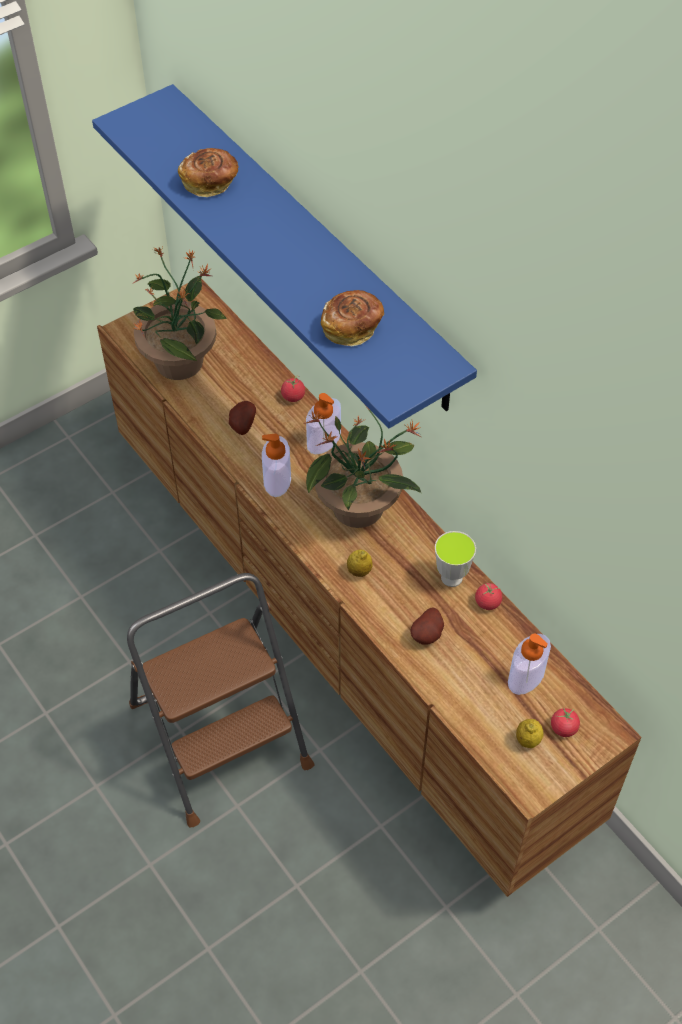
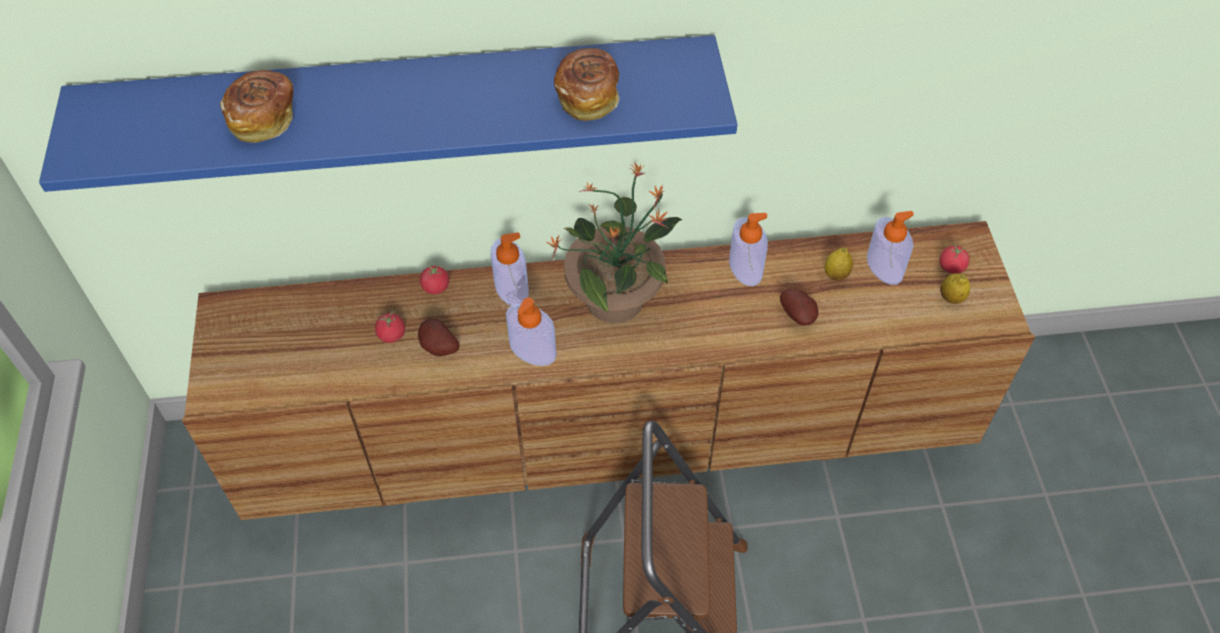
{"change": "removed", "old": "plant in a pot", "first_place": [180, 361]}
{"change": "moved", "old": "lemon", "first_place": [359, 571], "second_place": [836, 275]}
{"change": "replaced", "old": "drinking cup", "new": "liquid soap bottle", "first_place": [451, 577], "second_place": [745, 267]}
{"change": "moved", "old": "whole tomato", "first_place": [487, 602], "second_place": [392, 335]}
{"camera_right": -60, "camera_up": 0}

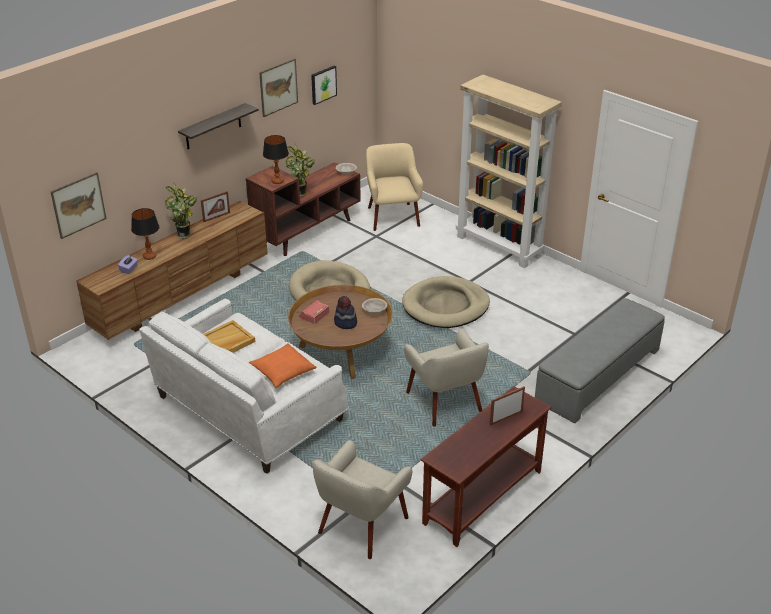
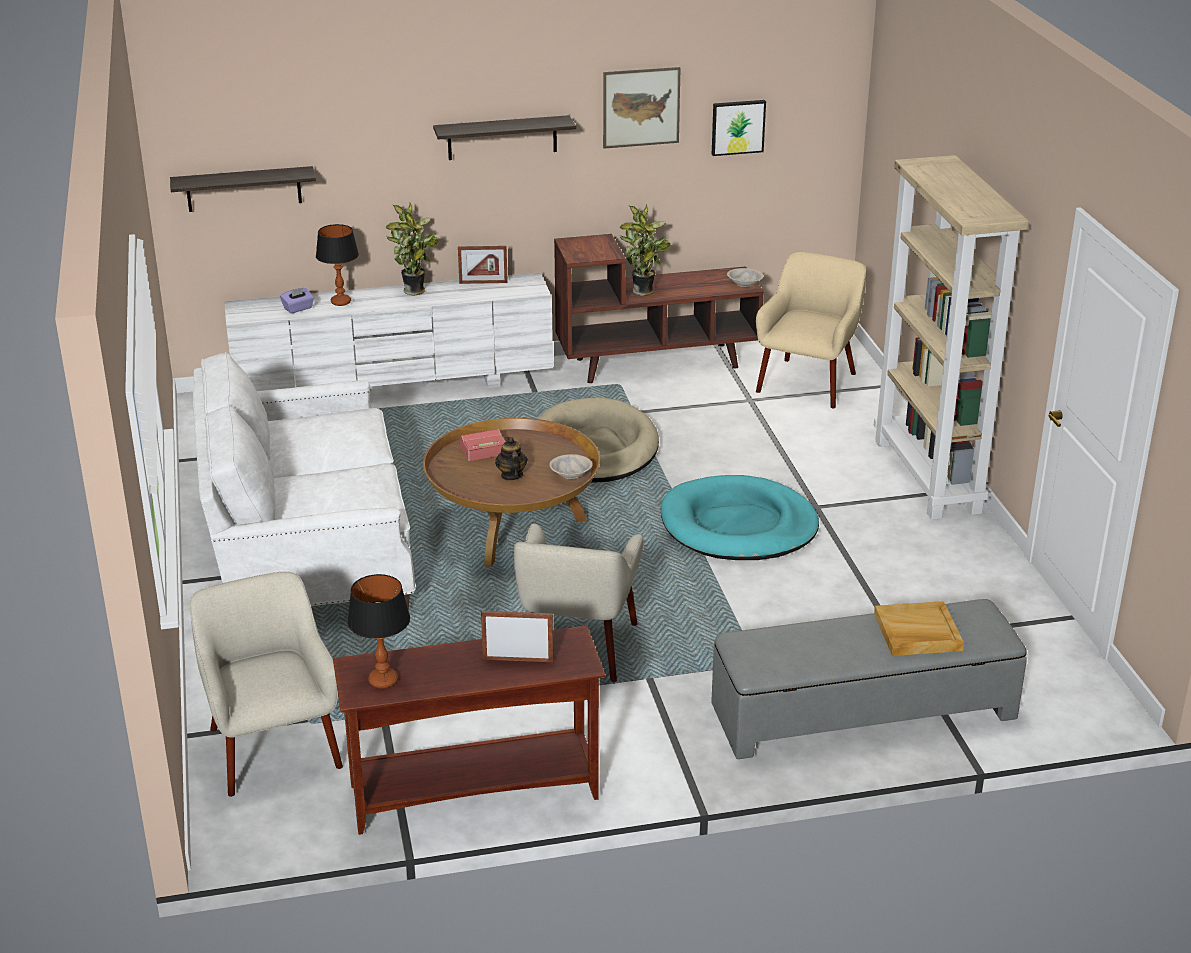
{"change": "replaced", "old": "picture", "new": "wall shelf", "first_place": [78, 205], "second_place": [243, 189]}
{"change": "recoloured", "old": "cupboard (brownish)", "new": "cupboard (white-coloured)", "first_place": [181, 297], "second_place": [394, 387]}
{"change": "moved", "old": "carrying tray (beige-coloured)", "first_place": [228, 340], "second_place": [917, 632]}
{"change": "removed", "old": "throw pillow (orange-coloured)", "first_place": [282, 371]}
{"change": "moved", "old": "tabletop lamp", "first_place": [277, 181], "second_place": [383, 680]}
{"change": "turned", "old": "easy chair (beige-coloured)", "first_place": [361, 525], "second_place": [273, 746], "degrees": 90}
{"change": "replaced", "old": "clothing hat", "new": "teapot", "first_place": [345, 323], "second_place": [511, 475]}
{"change": "recoloured", "old": "dog bed (beige-coloured)", "new": "dog bed (turquoise-coloured)", "first_place": [445, 306], "second_place": [738, 526]}
{"camera_right": 35, "camera_up": -5}

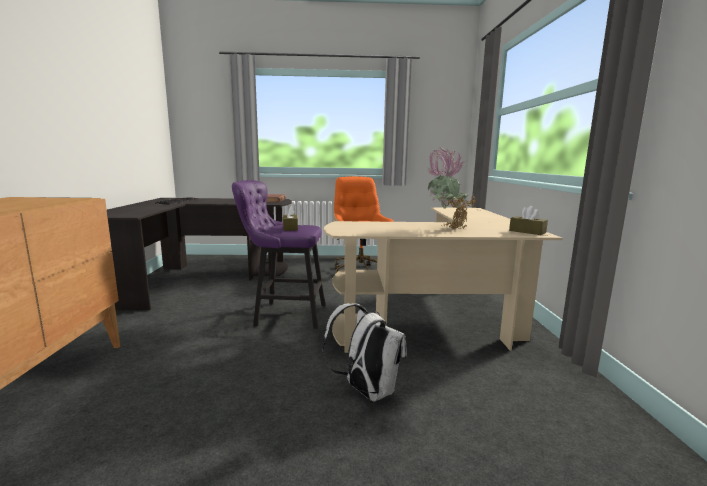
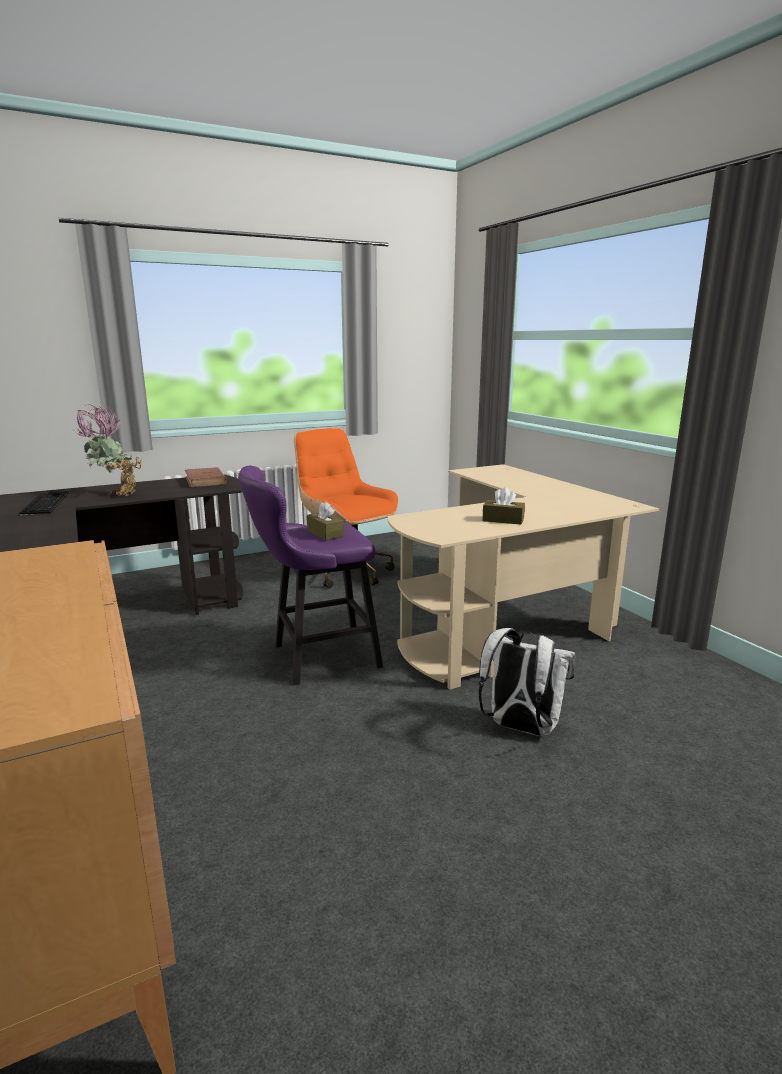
{"change": "moved", "old": "plant in a pot", "first_place": [446, 228], "second_place": [114, 495]}
{"change": "moved", "old": "tissue box (brownish)", "first_place": [527, 231], "second_place": [503, 520]}
{"camera_right": -25, "camera_up": 5}

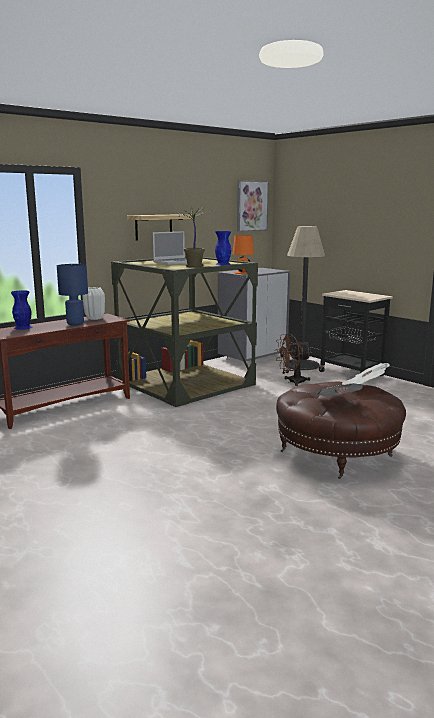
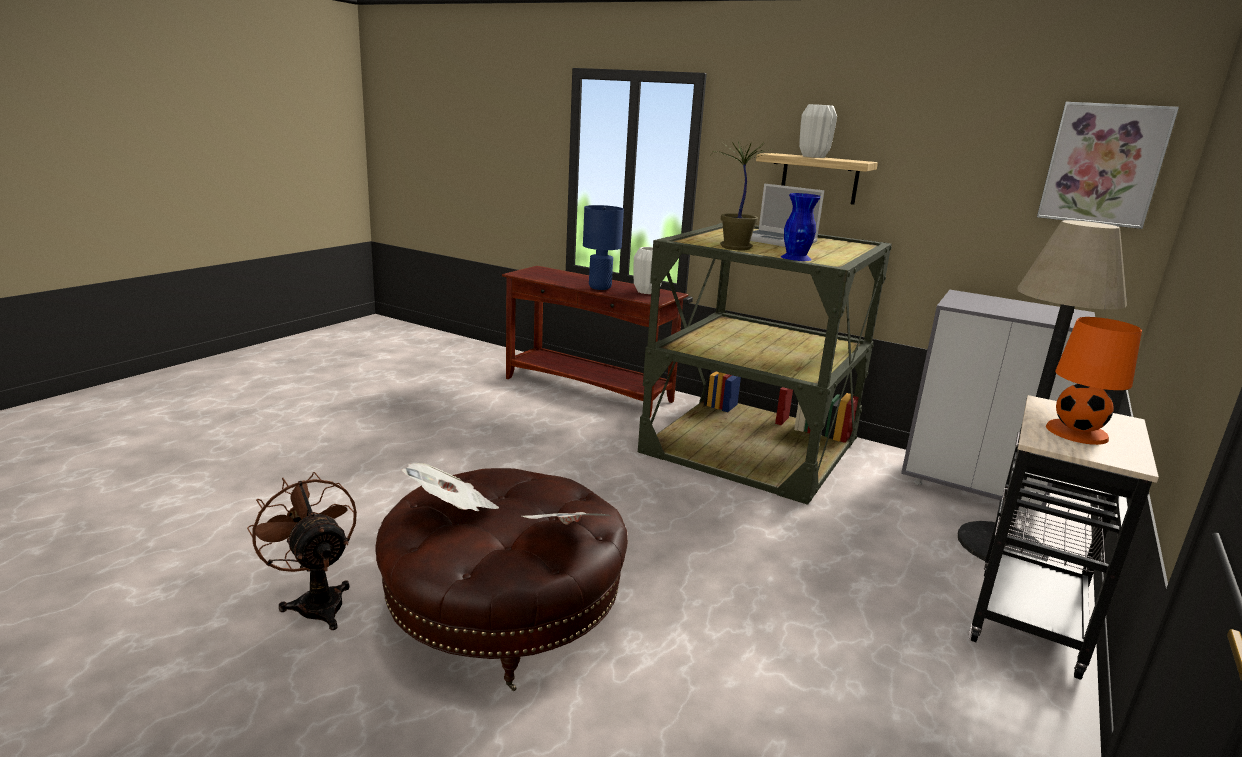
{"change": "removed", "old": "decorative vase (blue-coloured)", "first_place": [23, 327]}
{"change": "moved", "old": "tabletop lamp (orange-coloured)", "first_place": [242, 273], "second_place": [1076, 432]}
{"change": "moved", "old": "cooling fan (brownish)", "first_place": [292, 382], "second_place": [316, 601]}
{"change": "added", "new": "decorative vase (white-coloured)", "second_place": [813, 157]}
{"camera_right": 70, "camera_up": 5}

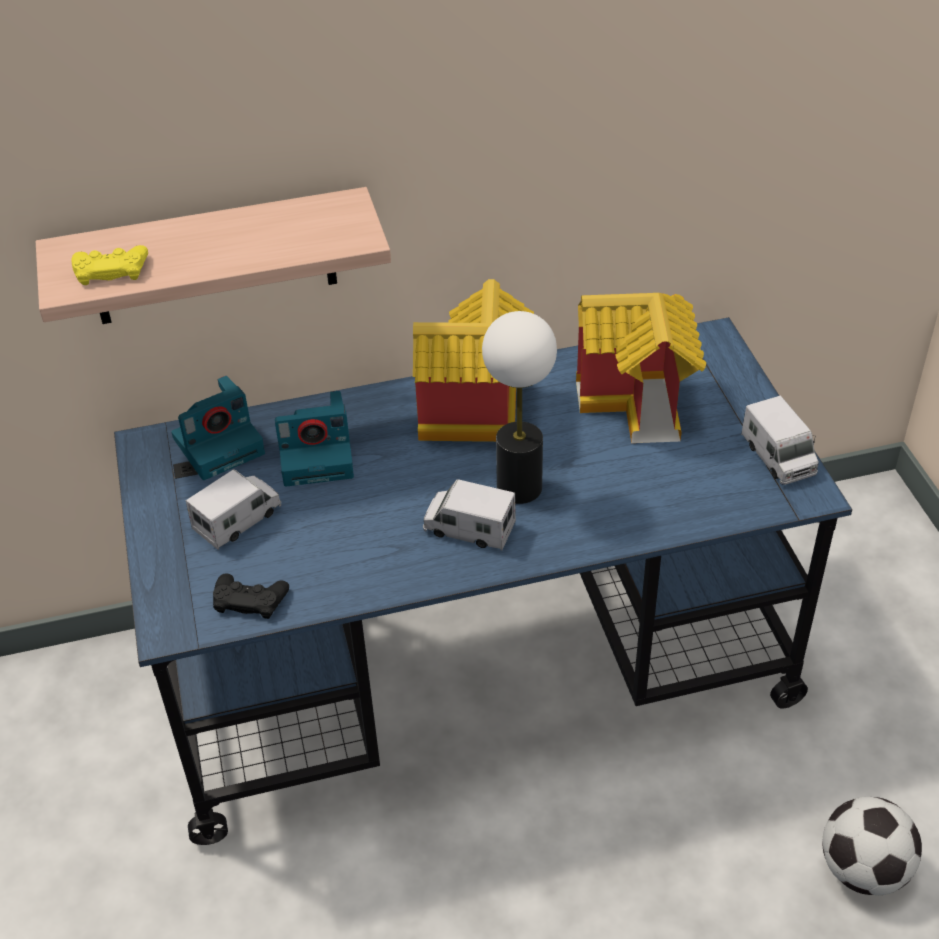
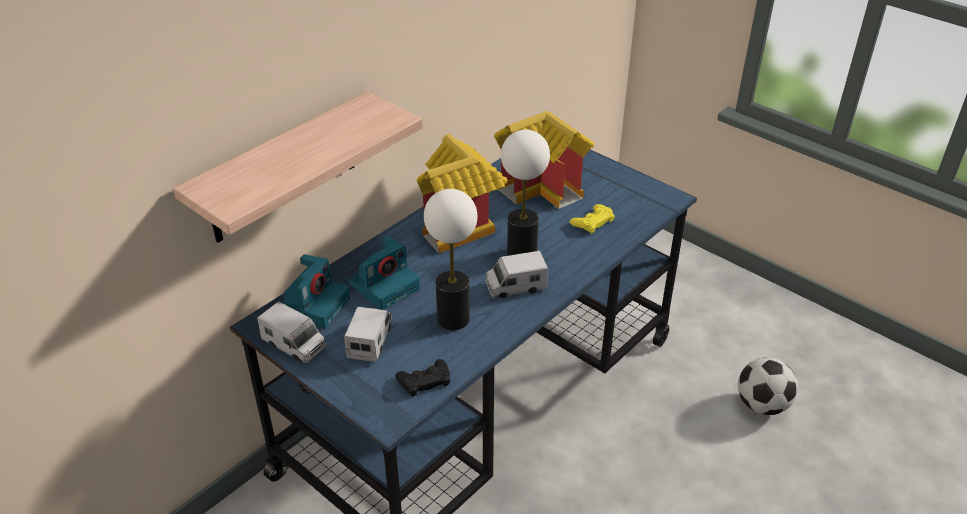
{"change": "moved", "old": "game controller (yellow-coloured)", "first_place": [111, 270], "second_place": [592, 222]}
{"change": "moved", "old": "toy lorry", "first_place": [778, 457], "second_place": [294, 345]}
{"change": "added", "new": "tabletop lamp", "second_place": [453, 319]}
{"camera_right": -35, "camera_up": -5}

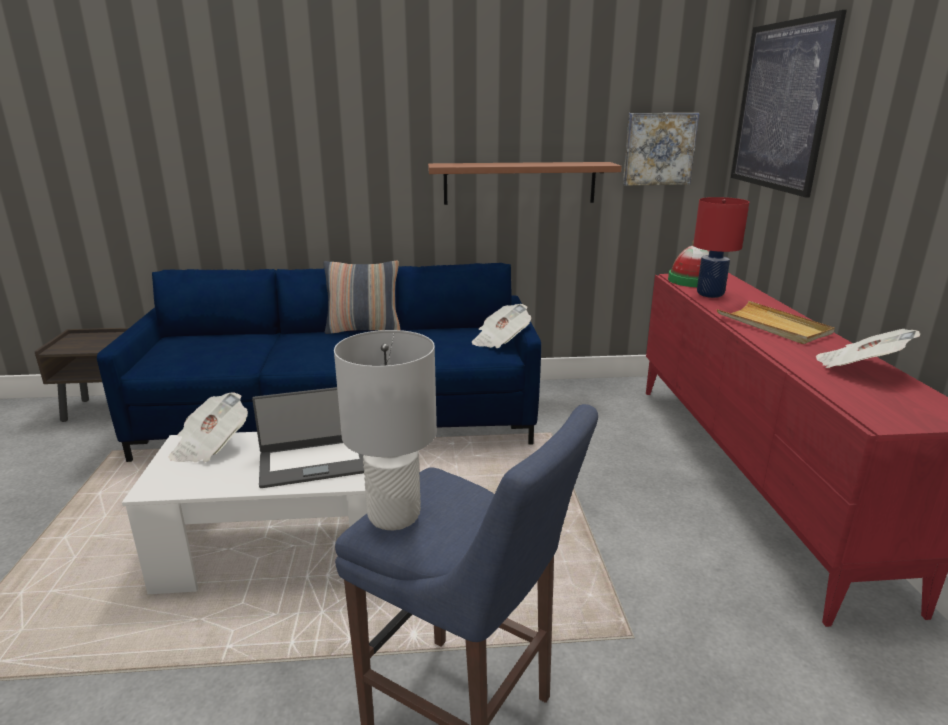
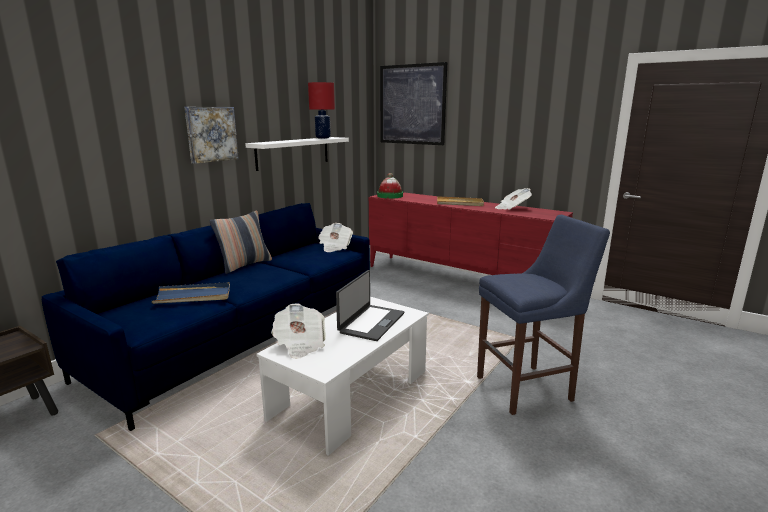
{"change": "removed", "old": "tabletop lamp (grey)", "first_place": [395, 519]}
{"change": "recoloured", "old": "wall shelf (brownish)", "new": "wall shelf (white-coloured)", "first_place": [519, 183], "second_place": [293, 152]}
{"change": "moved", "old": "picture", "first_place": [659, 149], "second_place": [211, 134]}
{"change": "moved", "old": "tabletop lamp (red-coloured)", "first_place": [710, 295], "second_place": [323, 138]}
{"change": "added", "new": "carrying tray (blue-coloured)", "second_place": [193, 296]}
{"camera_right": -50, "camera_up": -5}

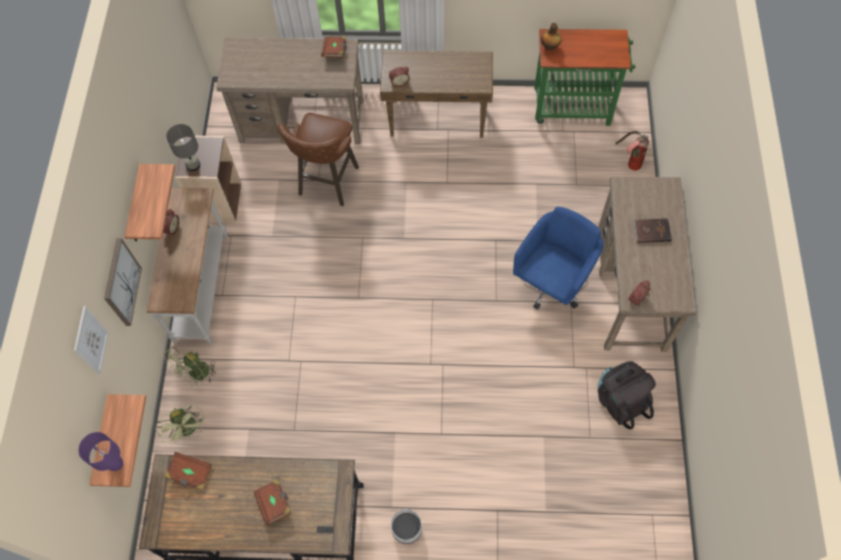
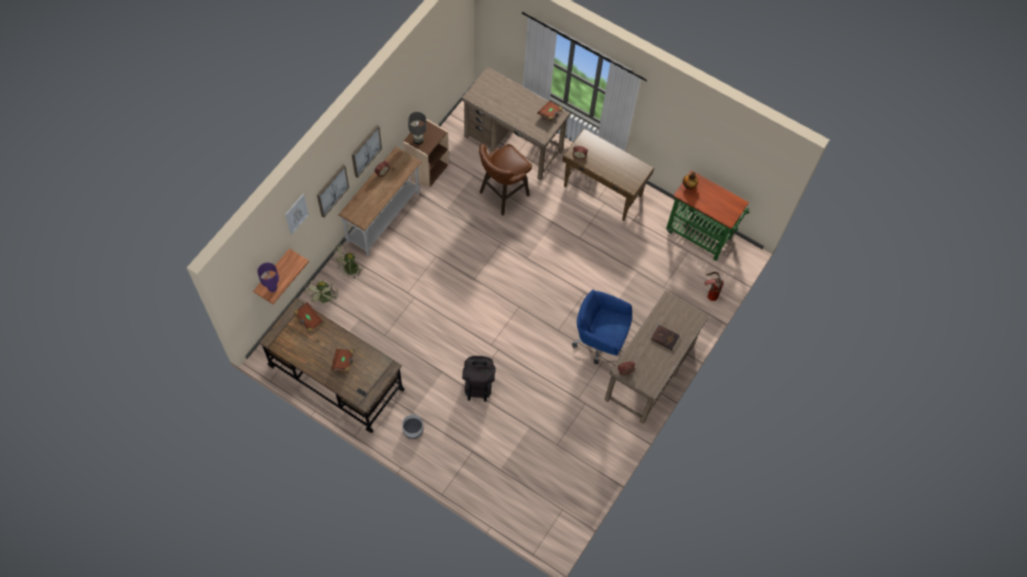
{"change": "replaced", "old": "wall shelf", "new": "picture", "first_place": [136, 207], "second_place": [365, 150]}
{"change": "turned", "old": "office chair (blue-coloured)", "first_place": [551, 286], "second_place": [599, 341], "degrees": -135}
{"change": "moved", "old": "knapsack (blackish)", "first_place": [620, 400], "second_place": [478, 383]}
{"camera_right": 25, "camera_up": 0}

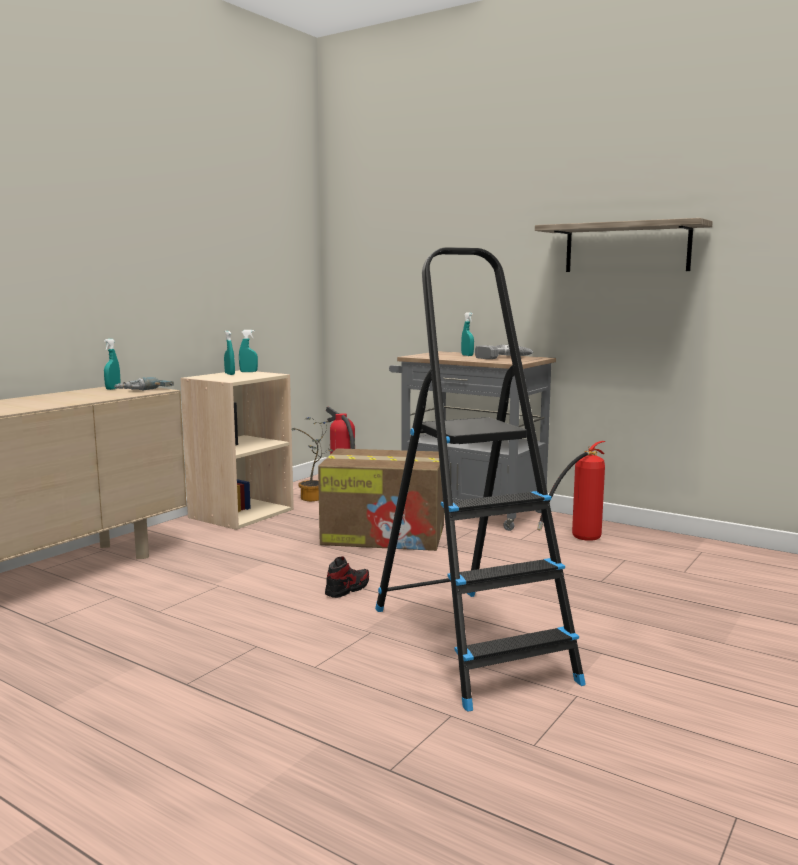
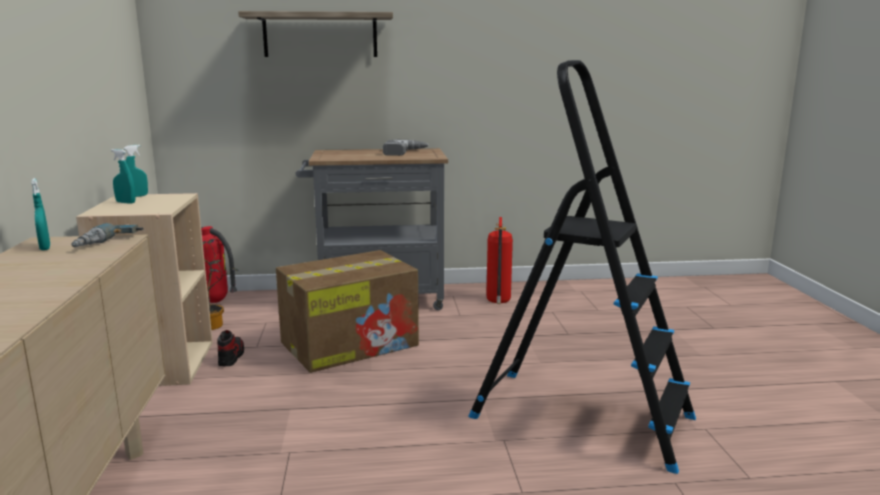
{"change": "moved", "old": "shoe", "first_place": [347, 589], "second_place": [231, 357]}
{"change": "removed", "old": "spray bottle (turquoise-coloured)", "first_place": [467, 355]}
{"change": "moved", "old": "wall shelf", "first_place": [627, 248], "second_place": [320, 35]}
{"camera_right": -40, "camera_up": 5}

